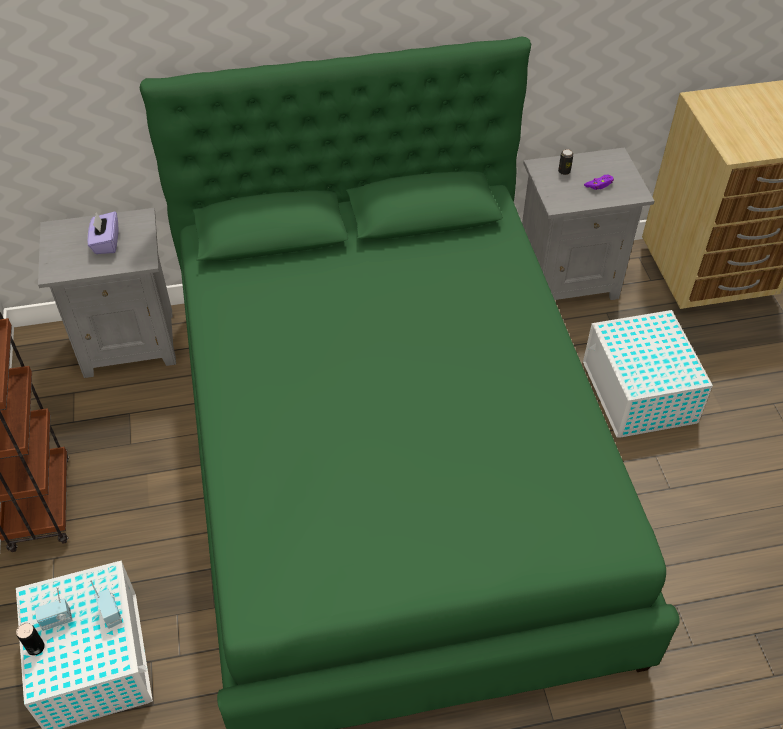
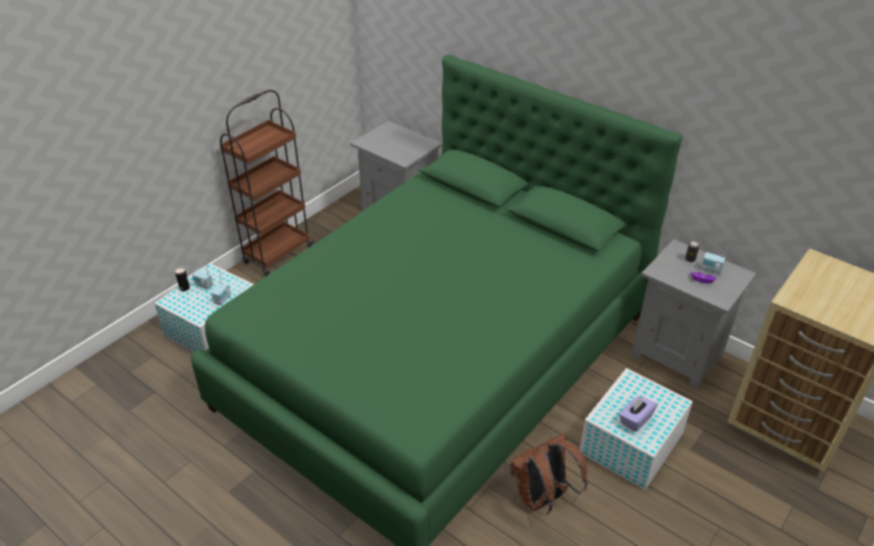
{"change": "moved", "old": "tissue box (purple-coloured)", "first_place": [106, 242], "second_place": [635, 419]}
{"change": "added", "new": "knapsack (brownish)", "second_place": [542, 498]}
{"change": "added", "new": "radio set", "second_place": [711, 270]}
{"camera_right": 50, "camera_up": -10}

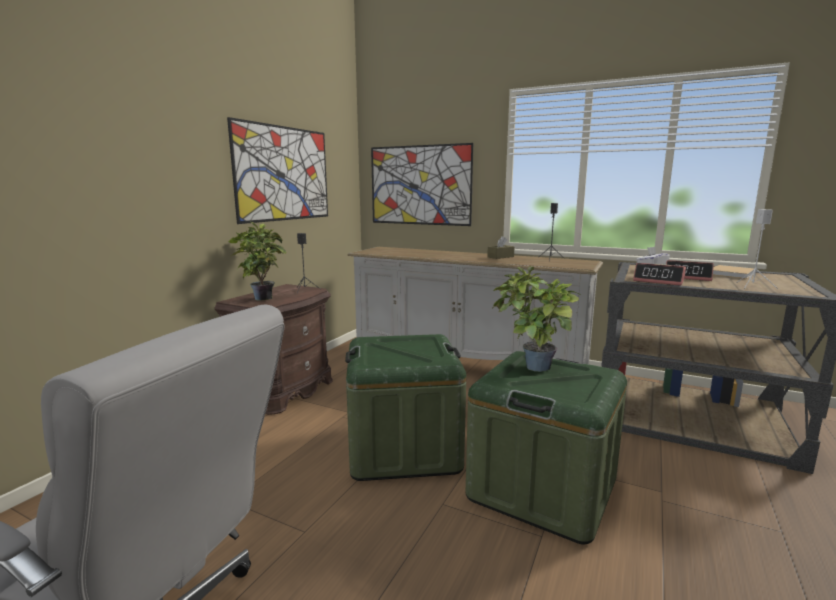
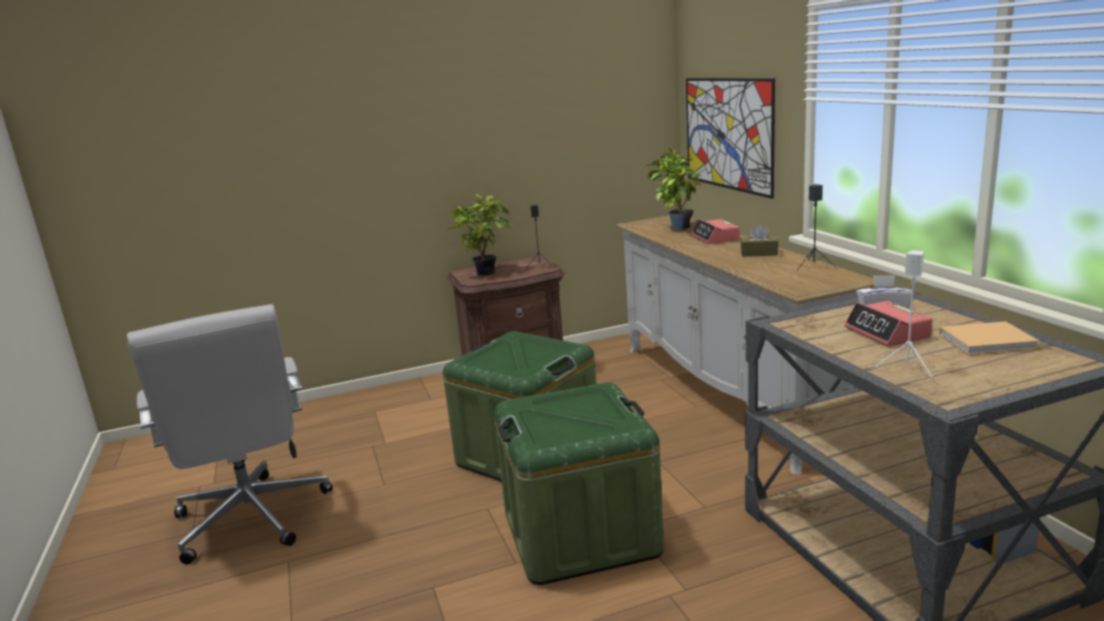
{"change": "removed", "old": "picture", "first_place": [284, 174]}
{"change": "moved", "old": "plant in a pot", "first_place": [530, 368], "second_place": [676, 228]}
{"change": "moved", "old": "bedside clock", "first_place": [659, 281], "second_place": [715, 238]}
{"camera_right": 45, "camera_up": 5}

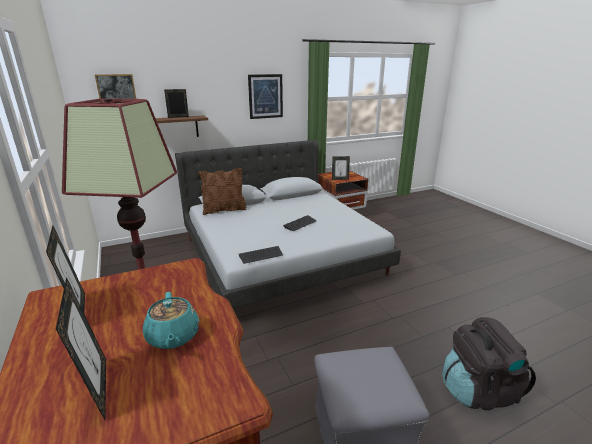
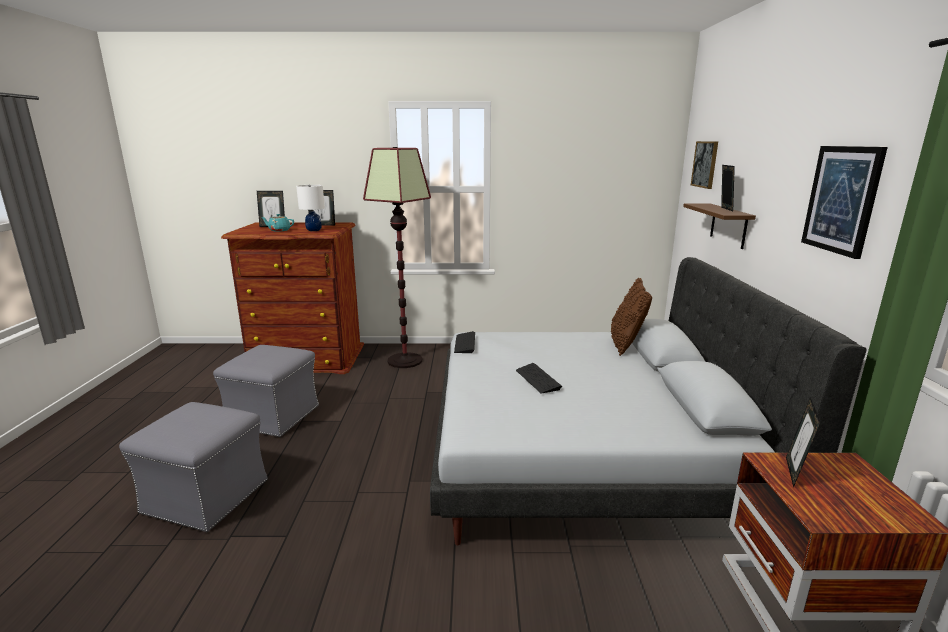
{"change": "replaced", "old": "knapsack (blackish)", "new": "ottoman (grey)", "first_place": [478, 390], "second_place": [205, 496]}
{"change": "added", "new": "tabletop lamp (white-coloured)", "second_place": [314, 230]}
{"camera_right": 115, "camera_up": -5}

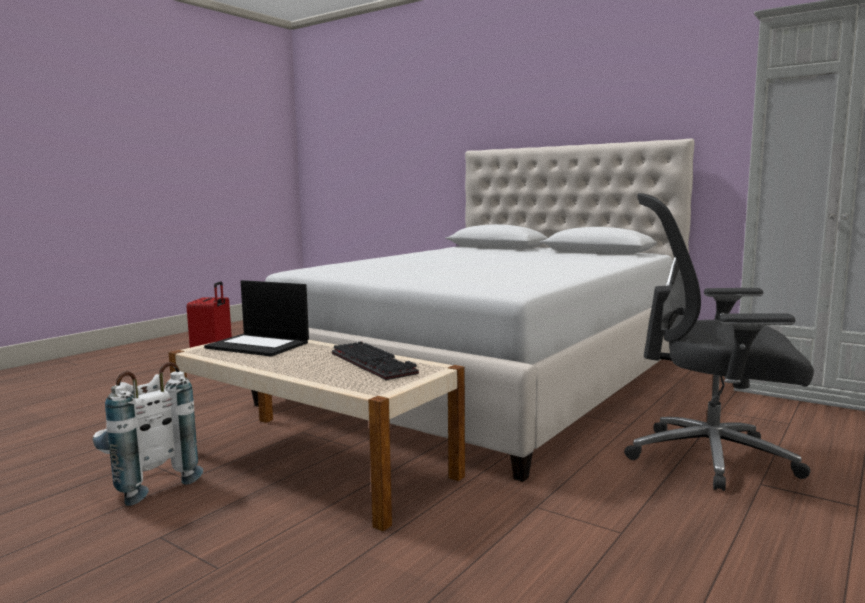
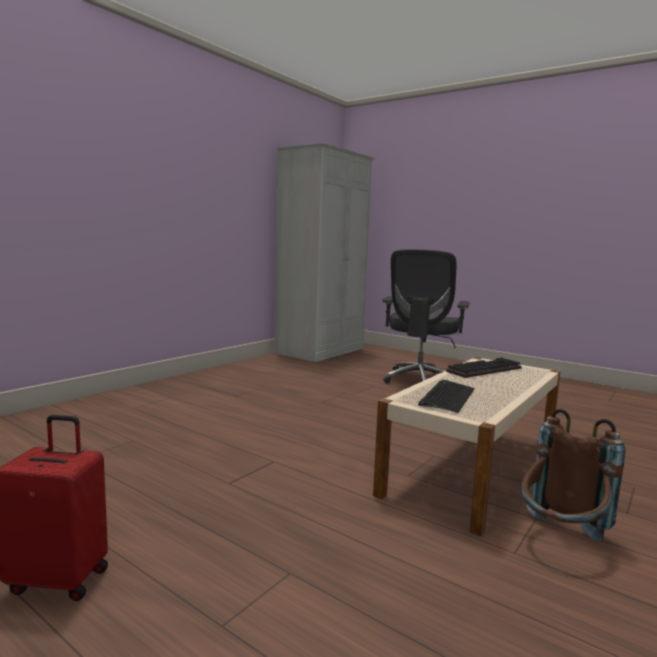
{"change": "recoloured", "old": "knapsack (white-coloured)", "new": "knapsack (brownish)", "first_place": [145, 484], "second_place": [560, 539]}
{"change": "replaced", "old": "portable computer", "new": "computer keyboard", "first_place": [259, 345], "second_place": [447, 397]}
{"change": "removed", "old": "bed (white-coloured)", "first_place": [489, 380]}
{"camera_right": -90, "camera_up": 0}

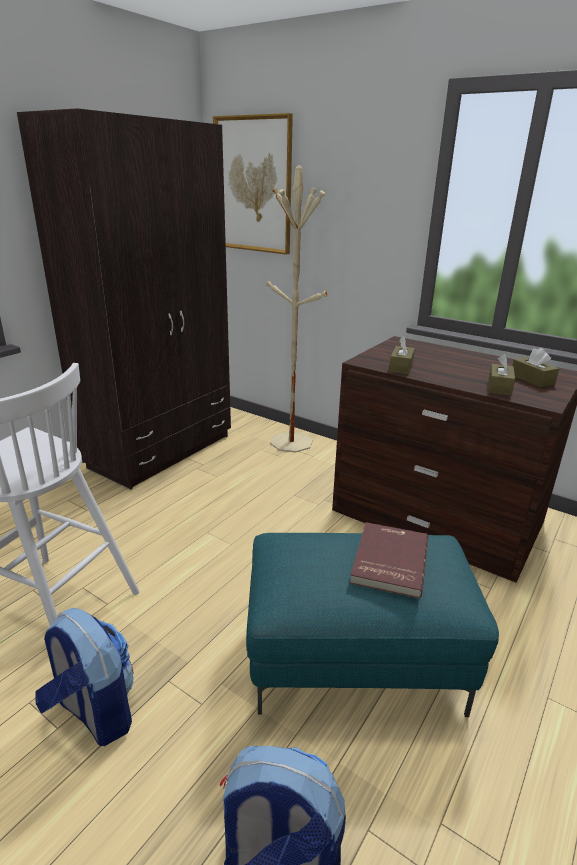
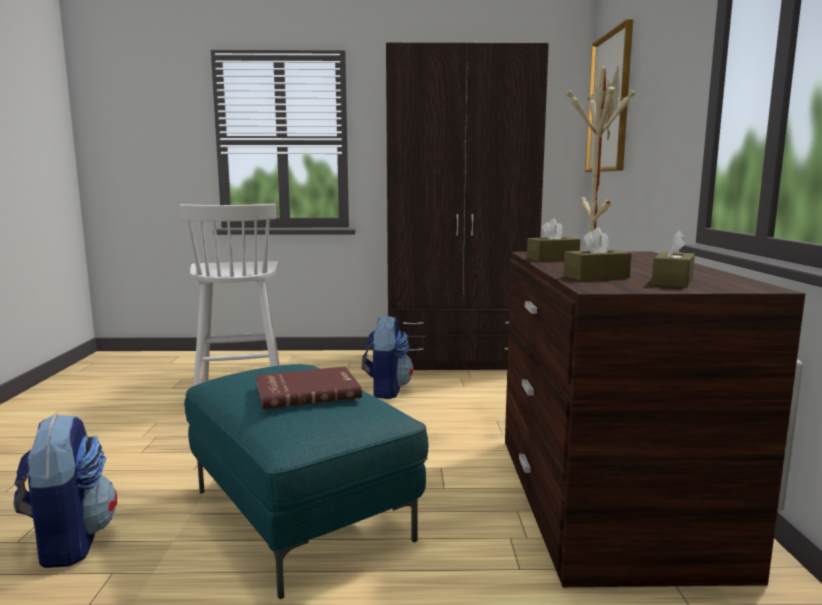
{"change": "moved", "old": "knapsack", "first_place": [93, 712], "second_place": [386, 390]}
{"camera_right": 55, "camera_up": -15}

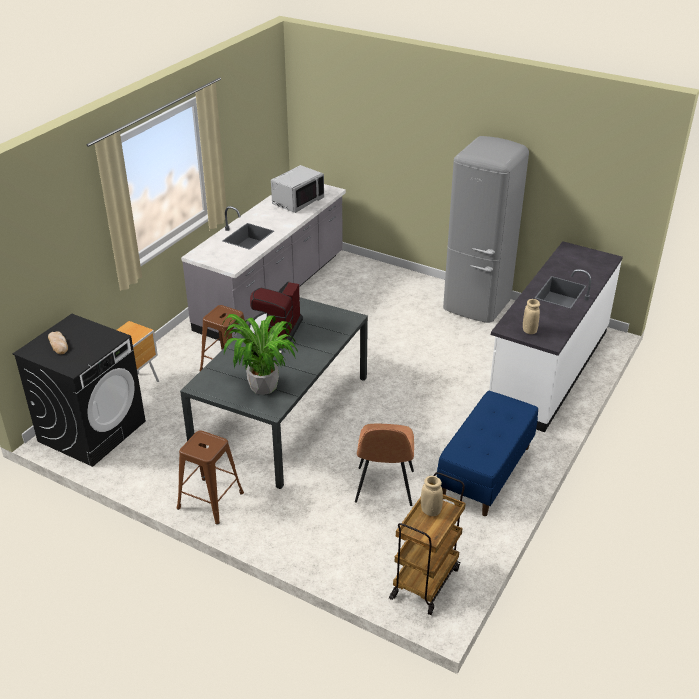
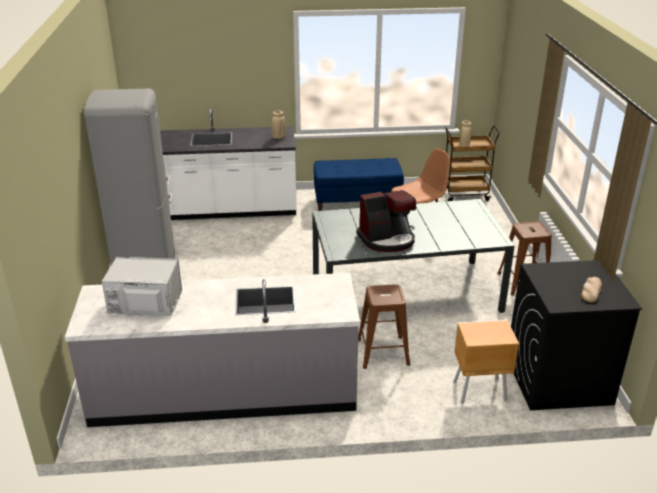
{"change": "removed", "old": "plant in a pot", "first_place": [264, 386]}
{"camera_right": -125, "camera_up": -5}

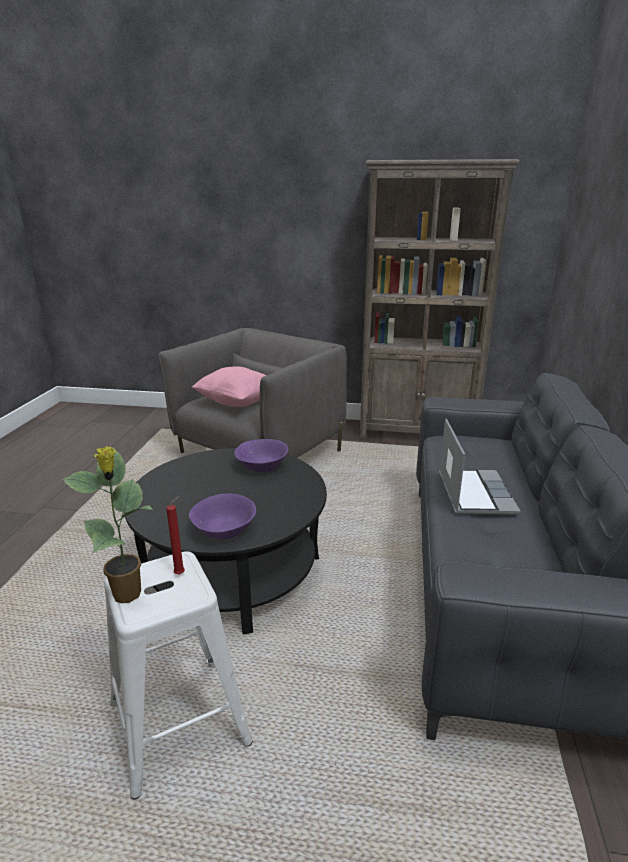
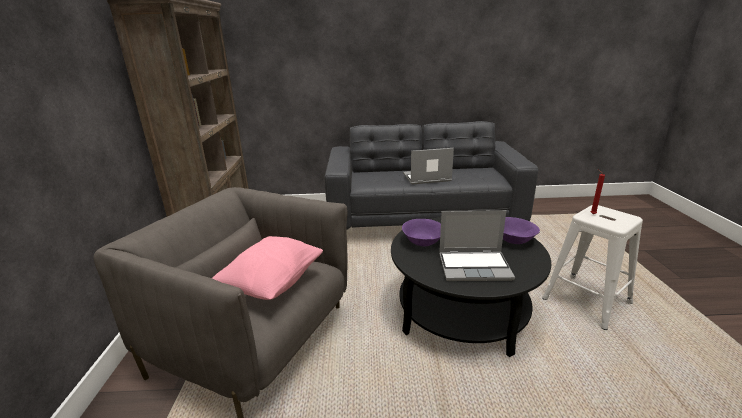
{"change": "removed", "old": "plant in a pot", "first_place": [128, 595]}
{"change": "added", "new": "portable computer", "second_place": [475, 266]}
{"camera_right": -100, "camera_up": 0}

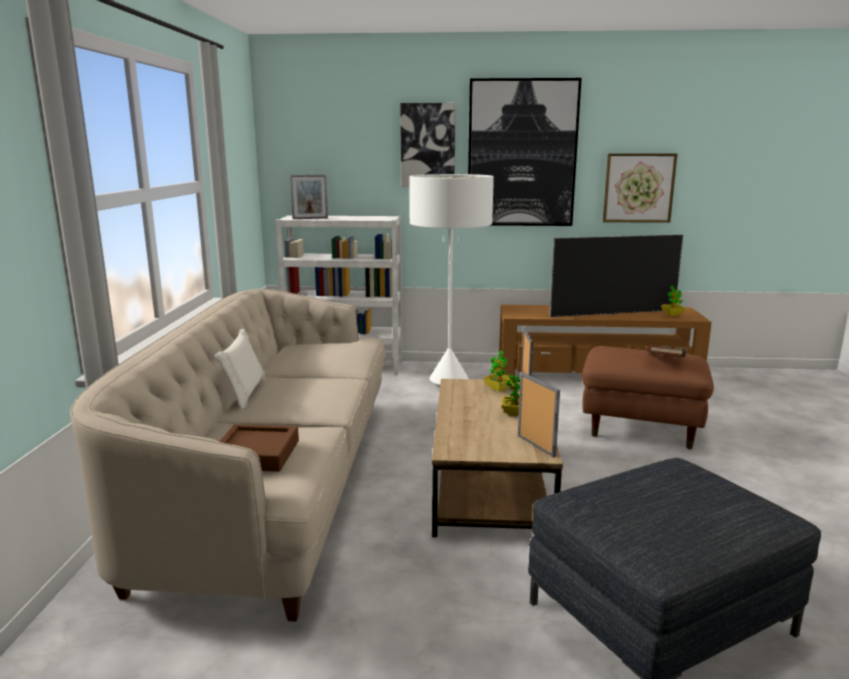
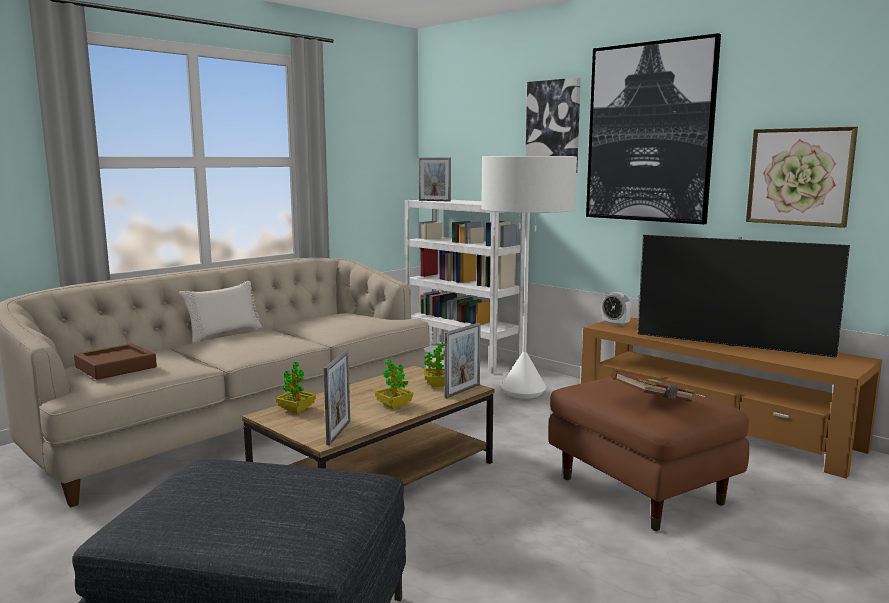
{"change": "moved", "old": "plant in a pot", "first_place": [672, 314], "second_place": [296, 410]}
{"change": "added", "new": "bedside clock", "second_place": [615, 324]}
{"camera_right": 40, "camera_up": -5}

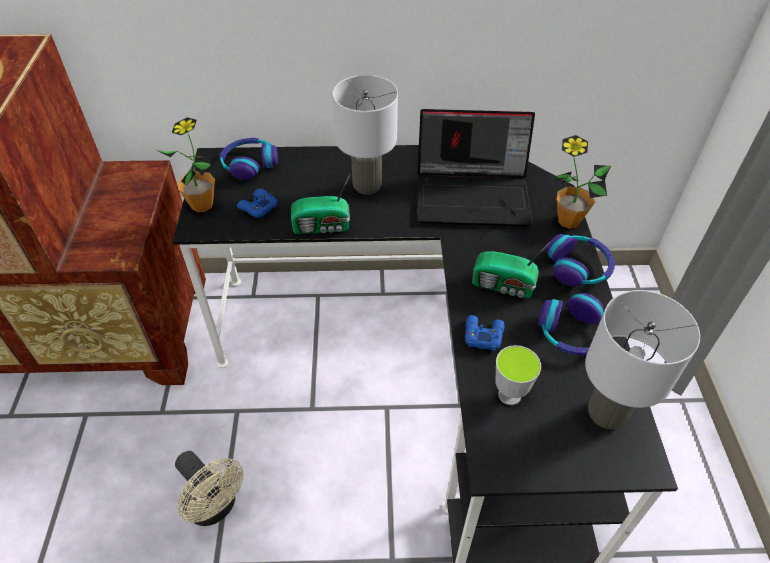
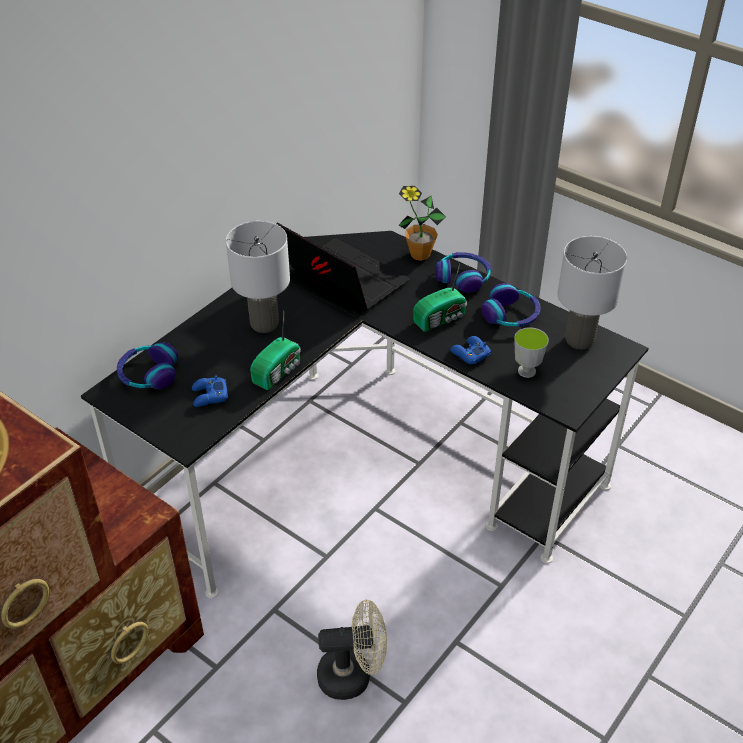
{"change": "removed", "old": "plant in a pot", "first_place": [202, 205]}
{"change": "turned", "old": "portable computer", "first_place": [474, 195], "second_place": [342, 279], "degrees": -90}
{"camera_right": -50, "camera_up": -5}

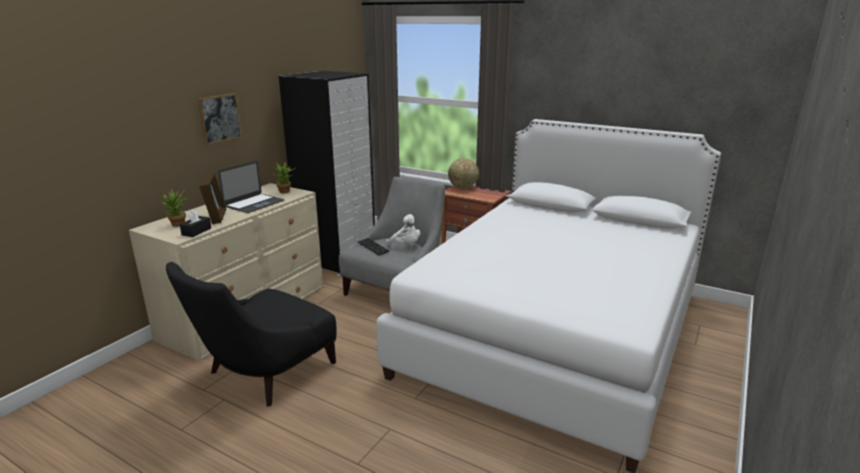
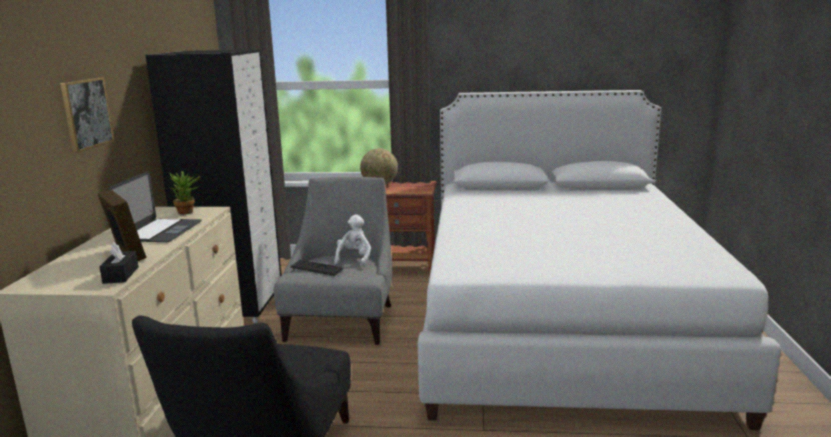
{"change": "removed", "old": "plant in a pot", "first_place": [178, 225]}
{"change": "turned", "old": "plush toy (white-coloured)", "first_place": [406, 245], "second_place": [354, 259], "degrees": -90}
{"camera_right": -25, "camera_up": -5}

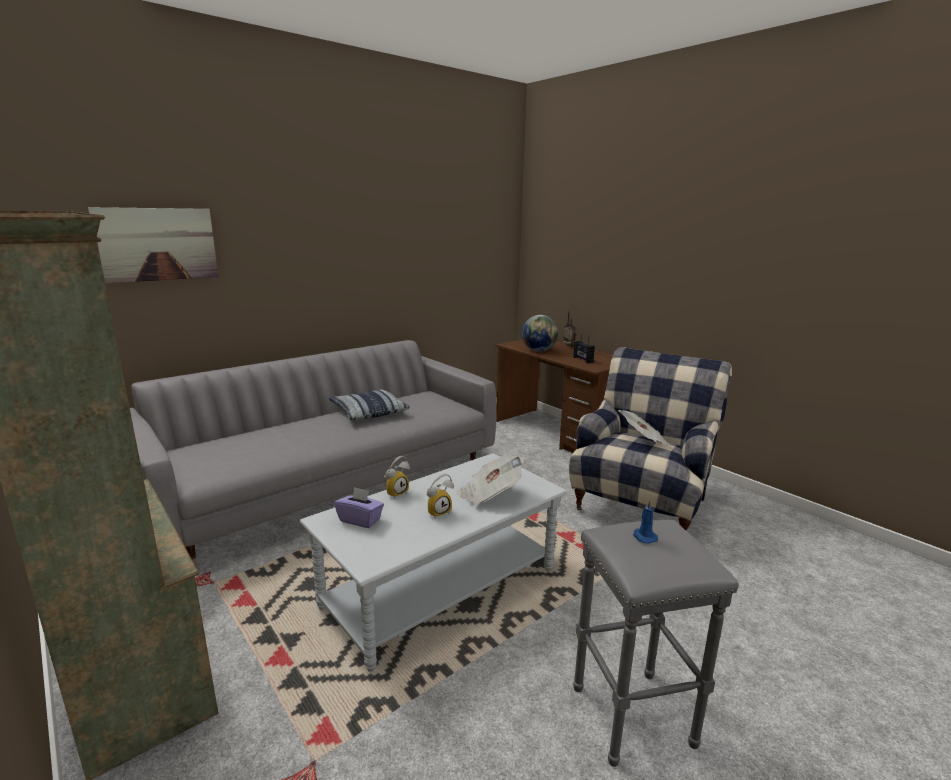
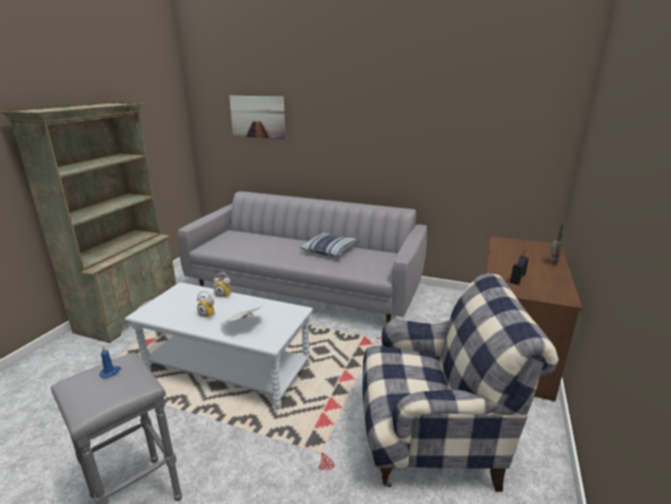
{"change": "removed", "old": "tissue box (purple-coloured)", "first_place": [360, 520]}
{"change": "removed", "old": "world globe", "first_place": [539, 351]}
{"change": "removed", "old": "newspaper", "first_place": [643, 440]}
{"camera_right": 60, "camera_up": 5}

